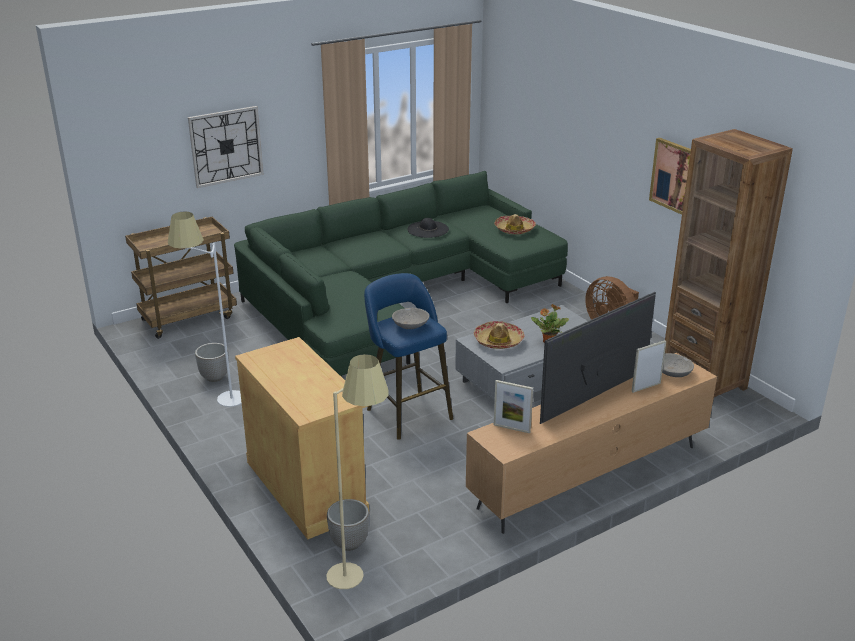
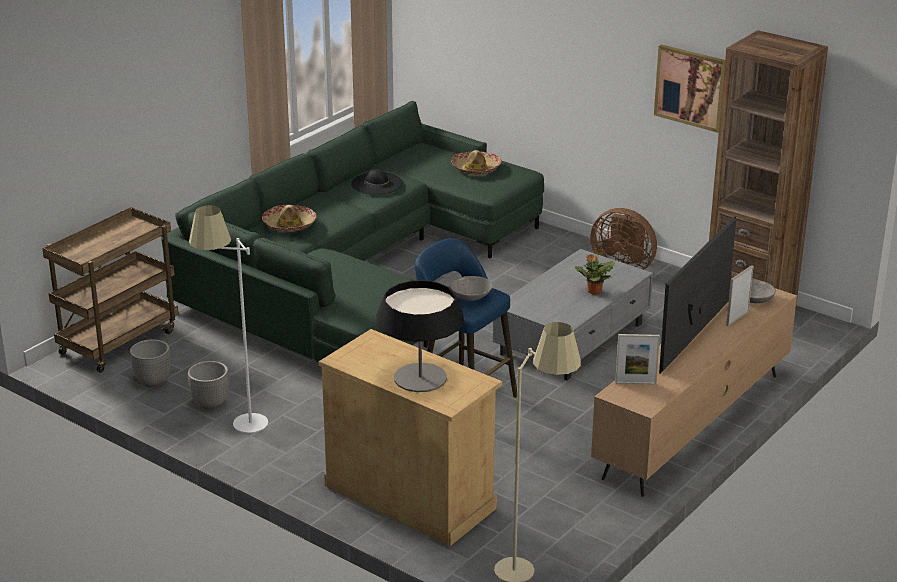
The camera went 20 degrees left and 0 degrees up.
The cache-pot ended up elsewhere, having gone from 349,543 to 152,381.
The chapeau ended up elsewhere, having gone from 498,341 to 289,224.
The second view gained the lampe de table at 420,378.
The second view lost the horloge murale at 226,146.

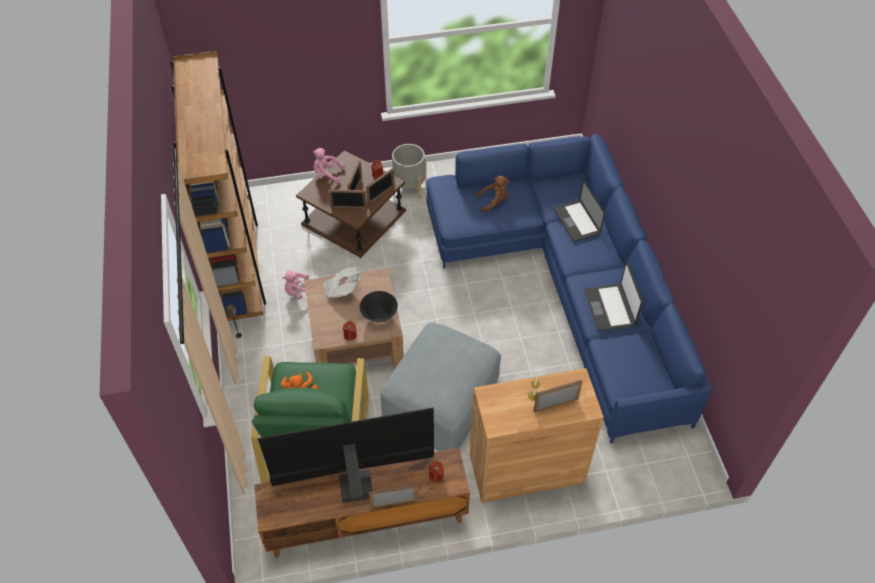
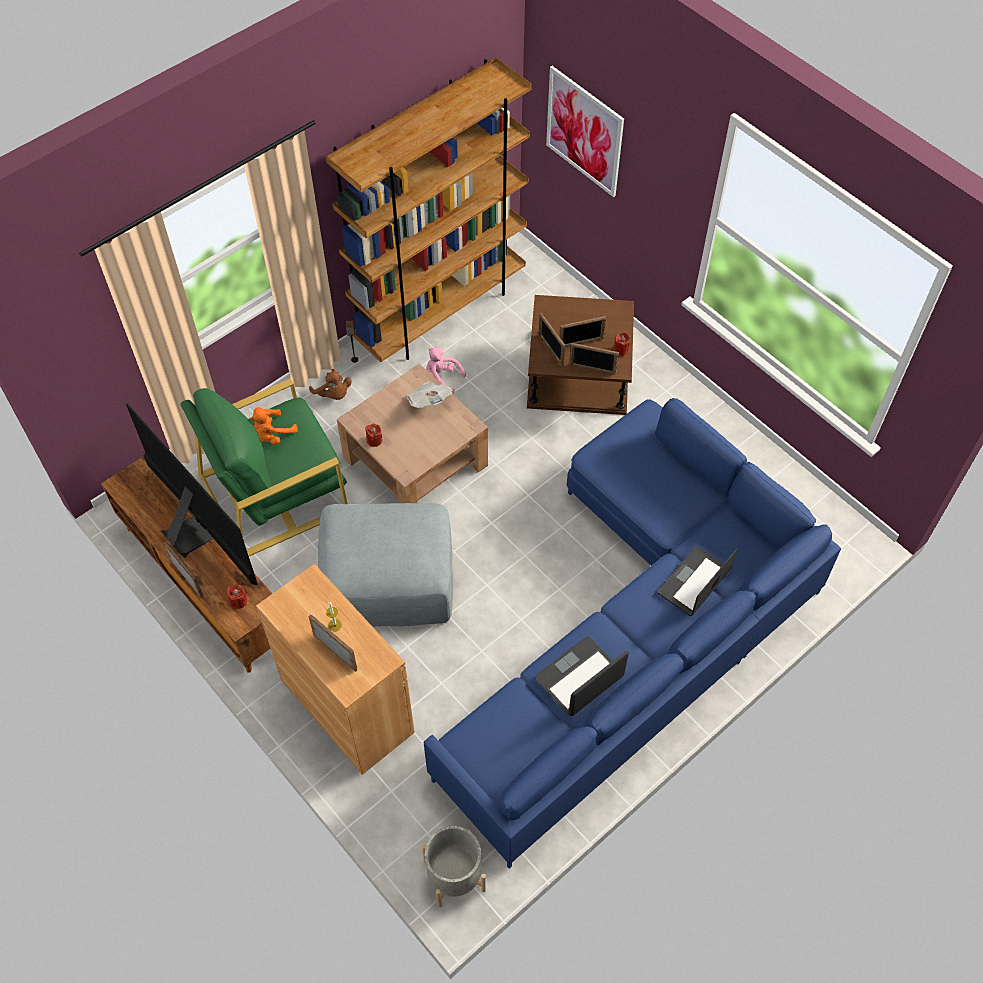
The camera went 60 degrees right and 5 degrees up.
The peluche (marron) ended up elsewhere, having gone from 494,201 to 333,394.
The cache-pot (gris) ended up elsewhere, having gone from 409,186 to 454,875.
The second view gained the tableau at 584,131.
The second view lost the peluche (rose) at 327,174.
The second view lost the bol (noir) at 379,315.

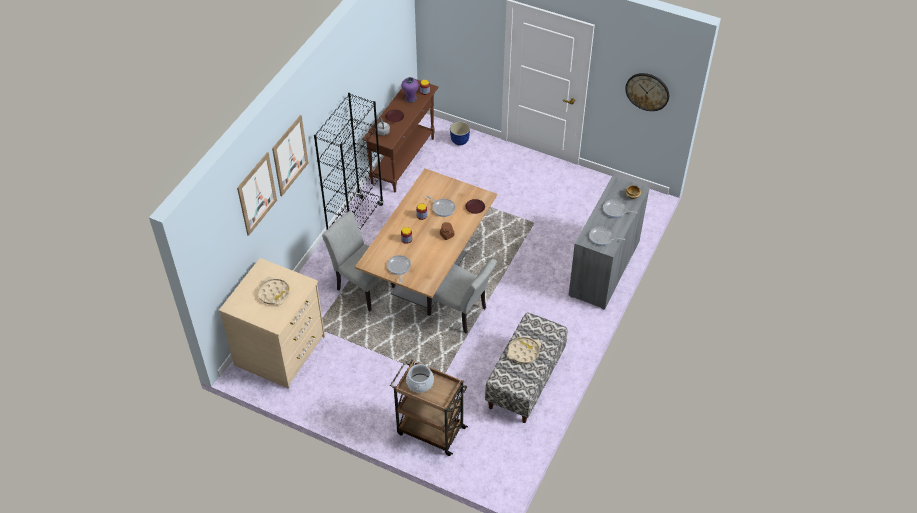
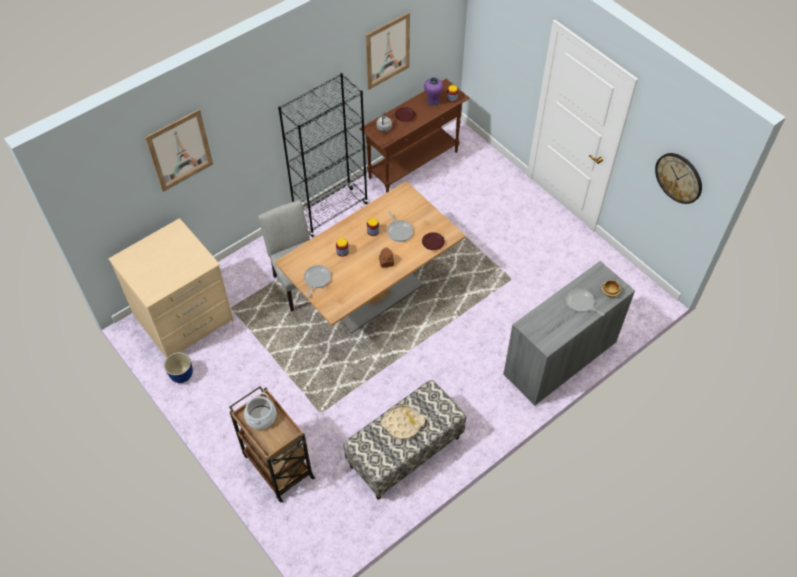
The camera went 25 degrees right and 5 degrees up.
The cache-pot ended up elsewhere, having gone from 460,141 to 182,375.
The tableau ended up elsewhere, having gone from 290,155 to 387,51.
The second view lost the plateau (beige) at 274,293.
The second view lost the chaise (gris) at 461,313.
The second view lost the poêle at 602,238.

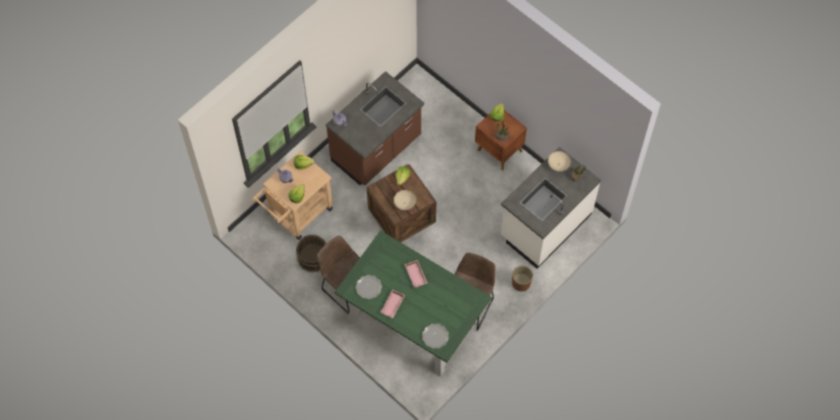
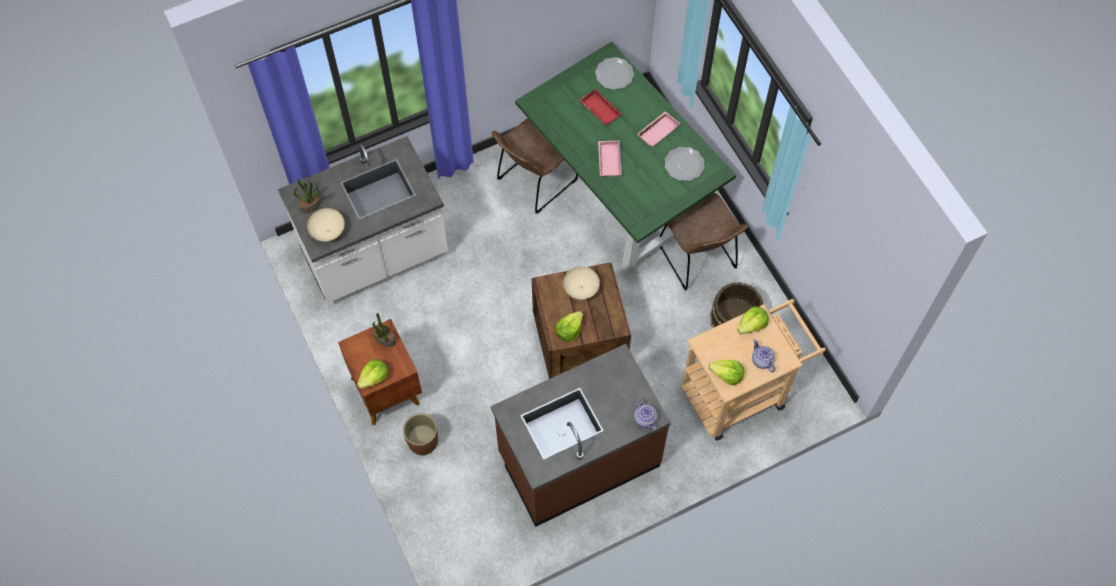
The camera went 160 degrees left and 0 degrees up.
The cache-pot (marron) ended up elsewhere, having gone from 521,283 to 423,441.
The second view gained the plateau (rouge) at 599,110.

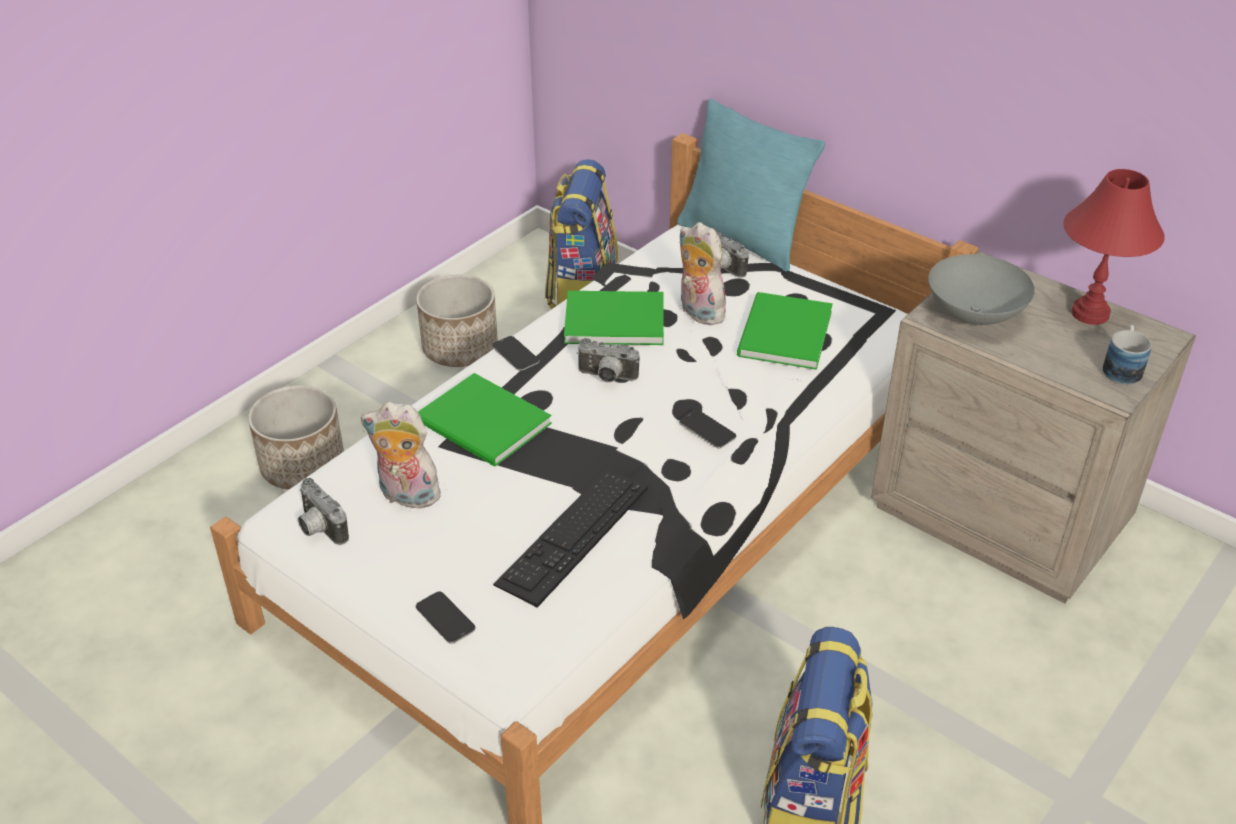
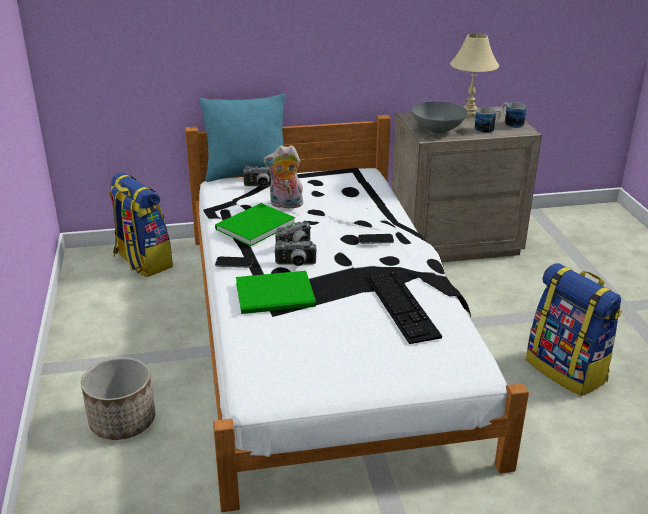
The camera went 50 degrees left and 10 degrees down.
The appareil photo ended up elsewhere, having gone from 319,529 to 295,265.
What was the lampe de table (rouge) at 1091,314 turned into the lampe de table (beige) at 469,114.
The second view gained the mug at 487,129.
The second view lost the peluche at 406,496.
The second view lost the cache-pot at 459,349.
The second view lost the téléphone at 445,618.
The second view lost the livre (vert) at 781,335.

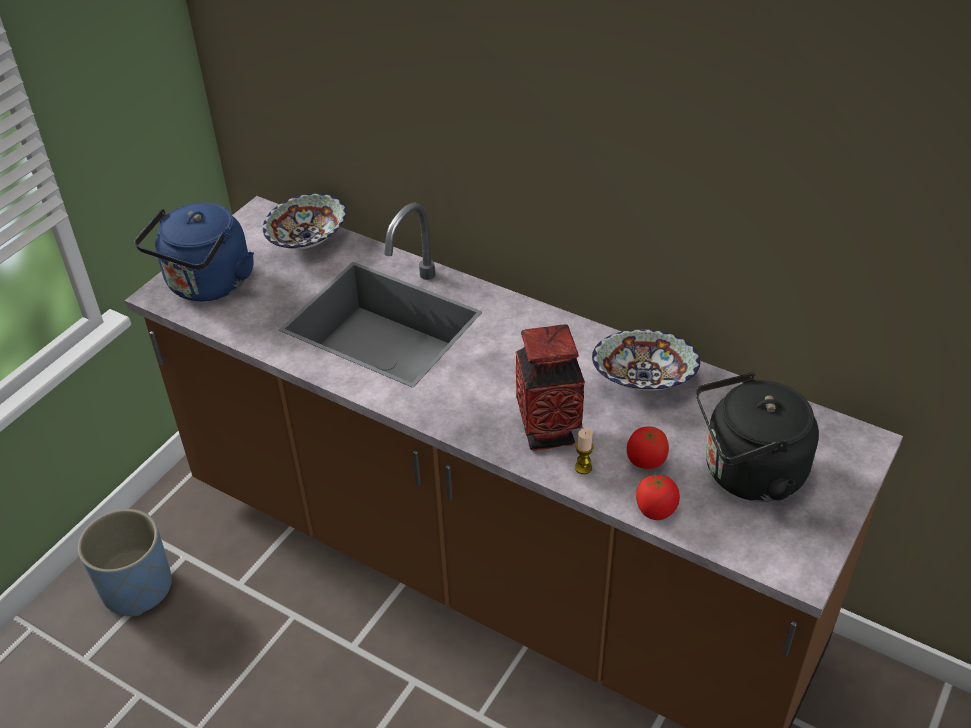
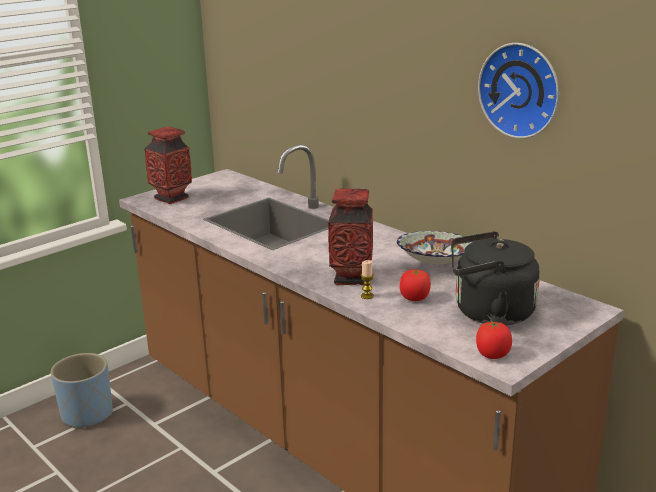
The camera went 15 degrees right and 20 degrees down.
Where the bouilloire (bleu) stood at 207,285, the vase came to stand at 171,198.
The tomate ended up elsewhere, having gone from 656,510 to 493,355.
The second view gained the horloge murale at 521,90.
The second view lost the bol at 307,239.

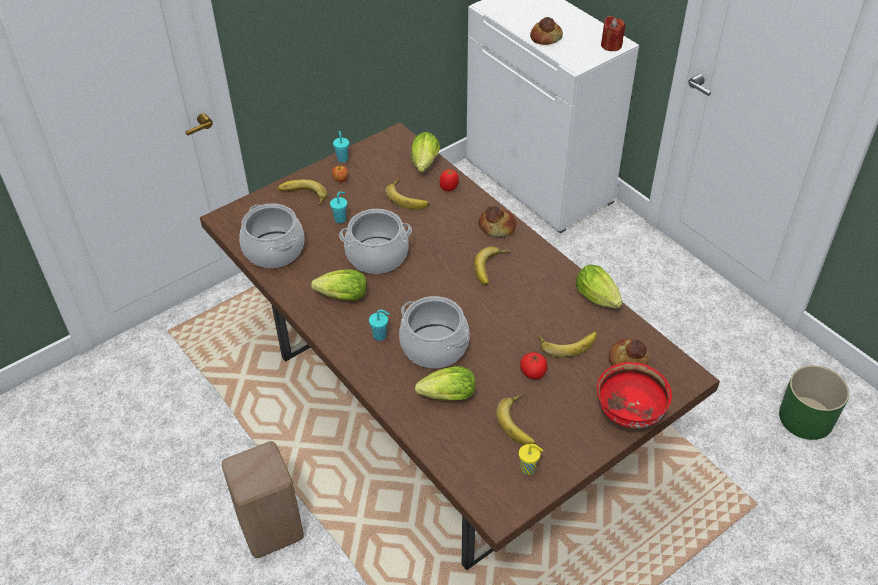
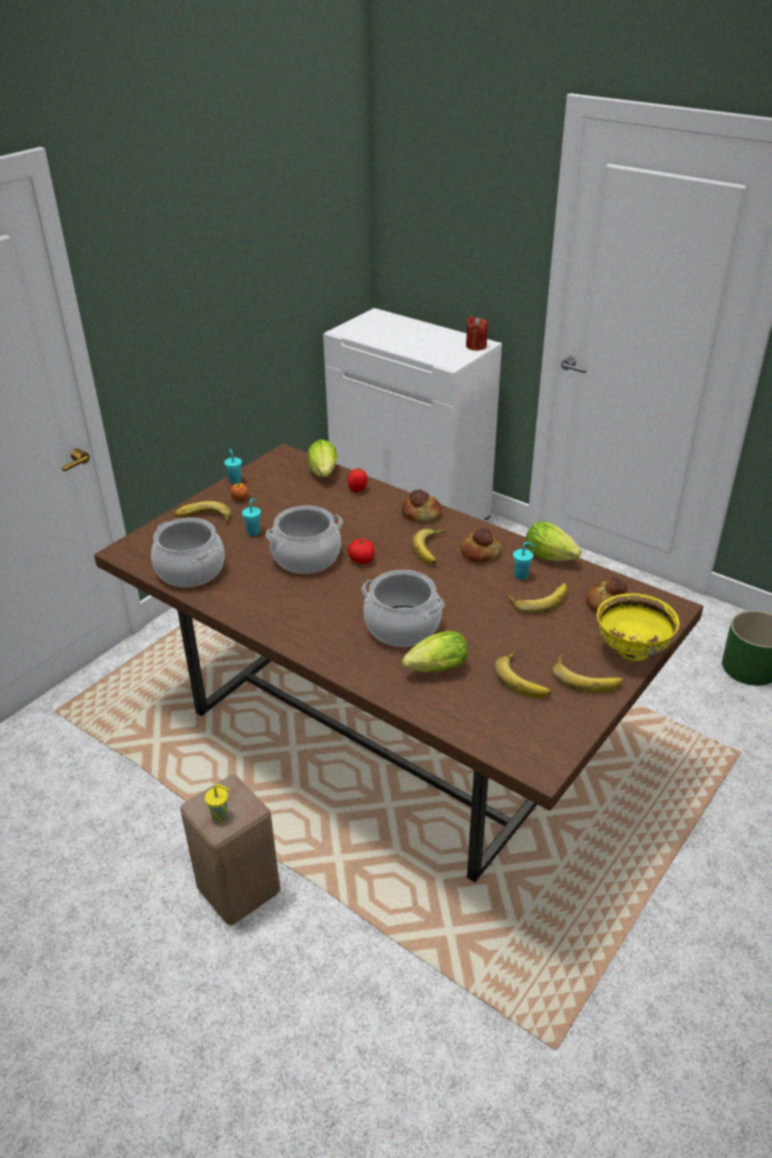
The camera went 15 degrees left and 10 degrees down.
The tasse (jaune) ended up elsewhere, having gone from 529,469 to 221,816.
The tomate ended up elsewhere, having gone from 533,372 to 361,560.
The pain ended up elsewhere, having gone from 545,37 to 480,552.
The tasse (turquoise) ended up elsewhere, having gone from 380,336 to 522,575.
The banane ended up elsewhere, having gone from 408,197 to 586,677.
What was the bol (rouge) at 628,416 turned into the bol (jaune) at 631,652.
The second view lost the laitue at 340,297.

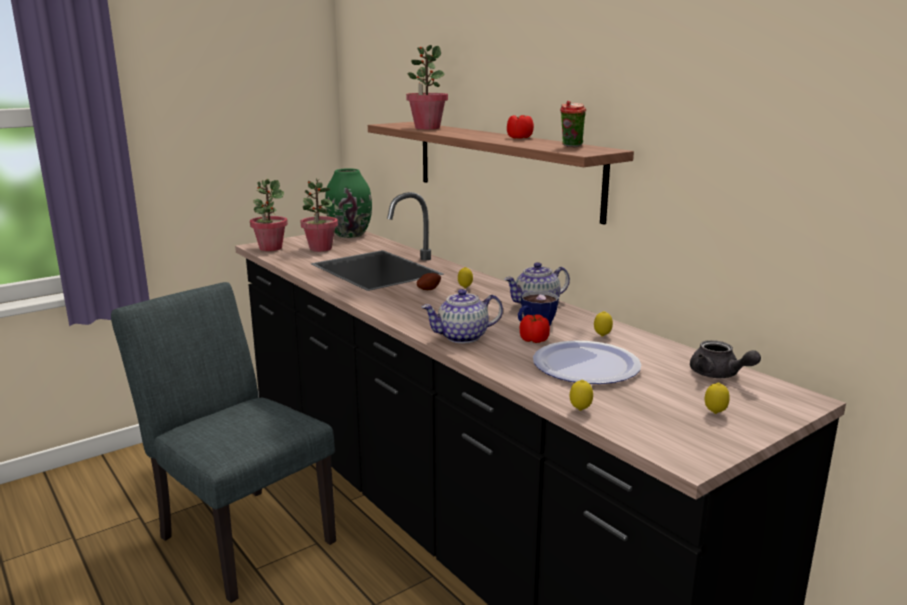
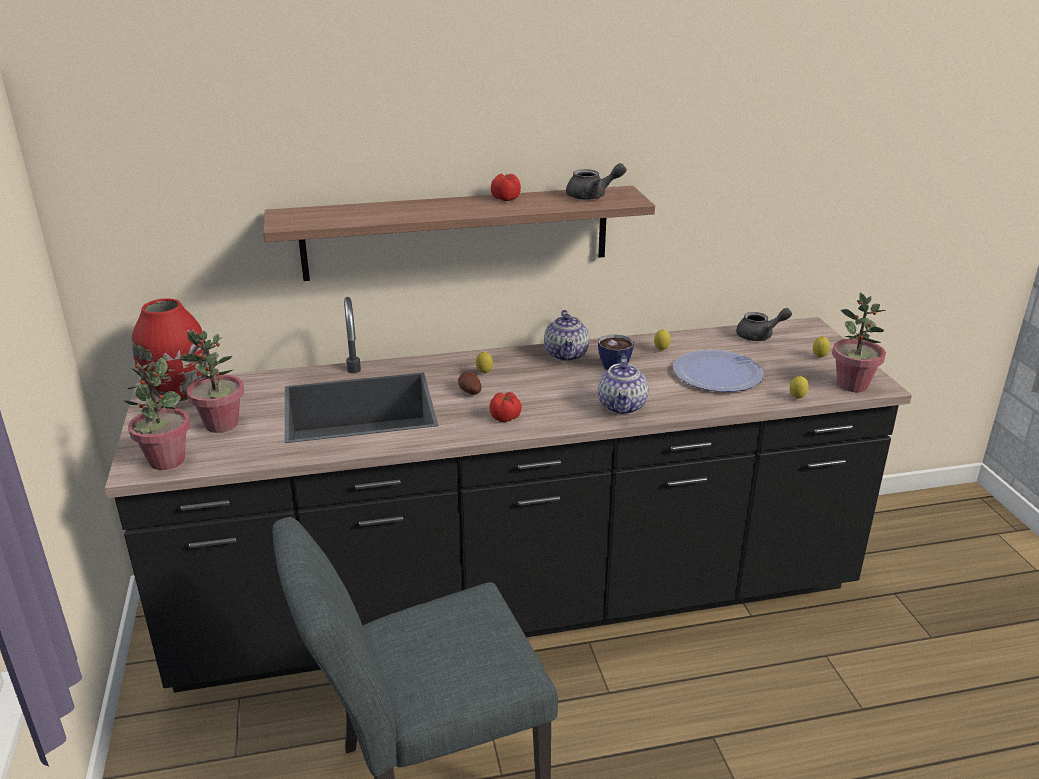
The camera went 65 degrees left and 10 degrees up.
What was the vase (vert) at 350,234 turned into the vase (rouge) at 178,393.
The tomate ended up elsewhere, having gone from 534,341 to 505,418.
Where the tasse stood at 571,147, the théière (gris) came to stand at 592,196.
The plante en pot ended up elsewhere, having gone from 427,128 to 852,385.

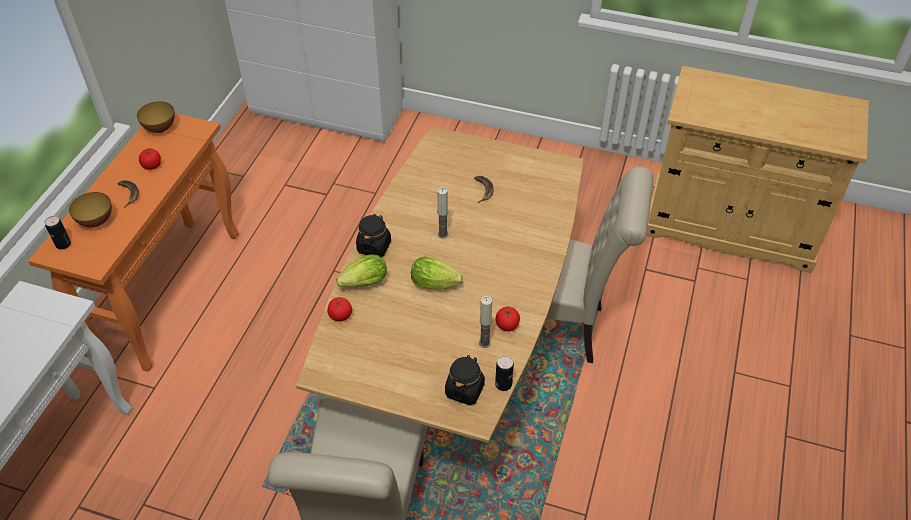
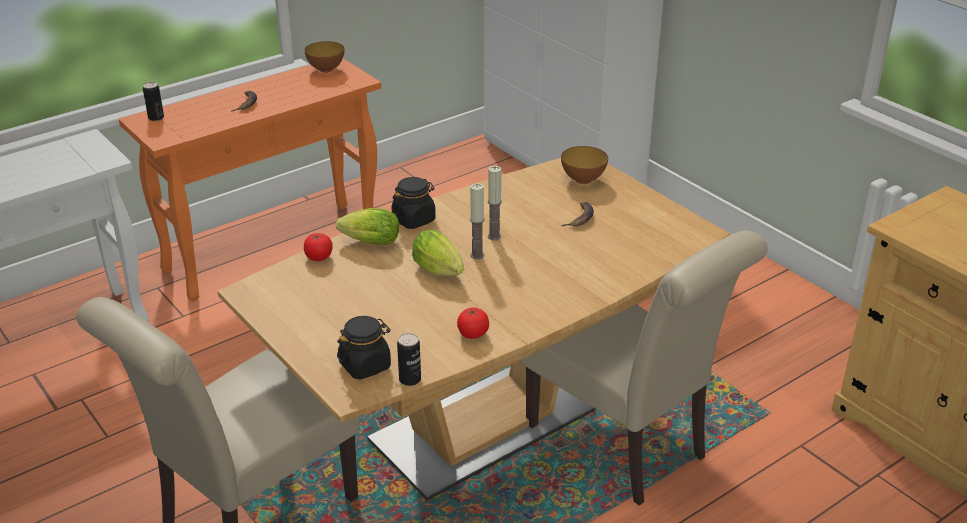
The camera went 35 degrees right and 15 degrees down.
The bougie ended up elsewhere, having gone from 484,343 to 477,255.
The bol ended up elsewhere, having gone from 96,222 to 583,180.
The second view lost the tomate at 152,165.

